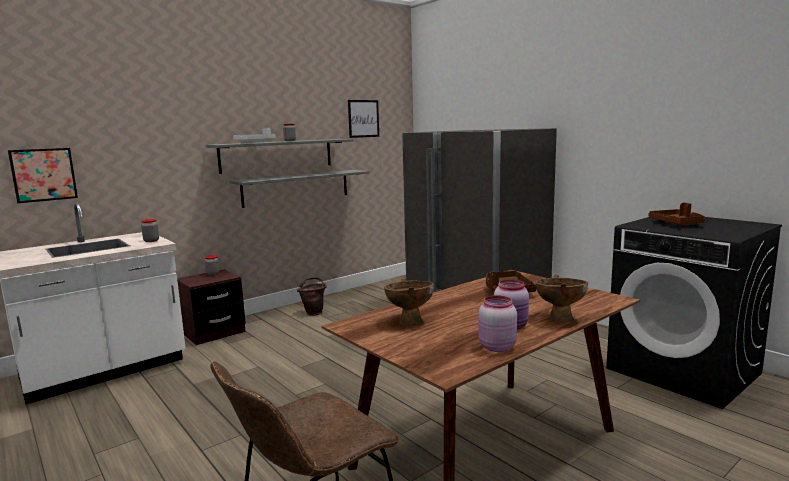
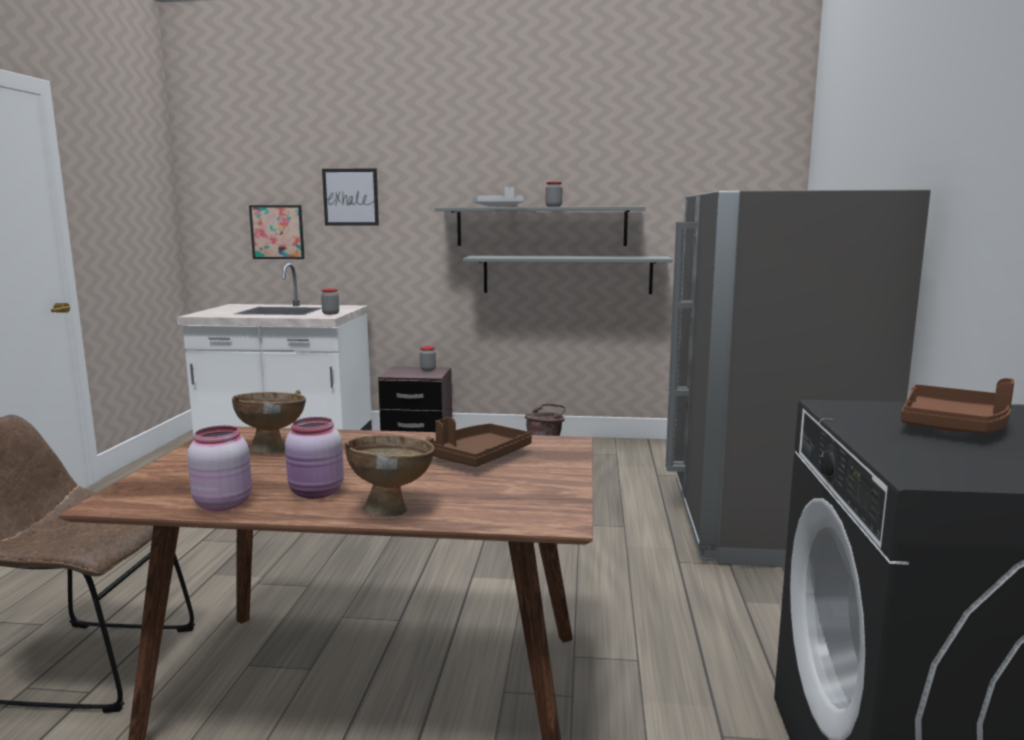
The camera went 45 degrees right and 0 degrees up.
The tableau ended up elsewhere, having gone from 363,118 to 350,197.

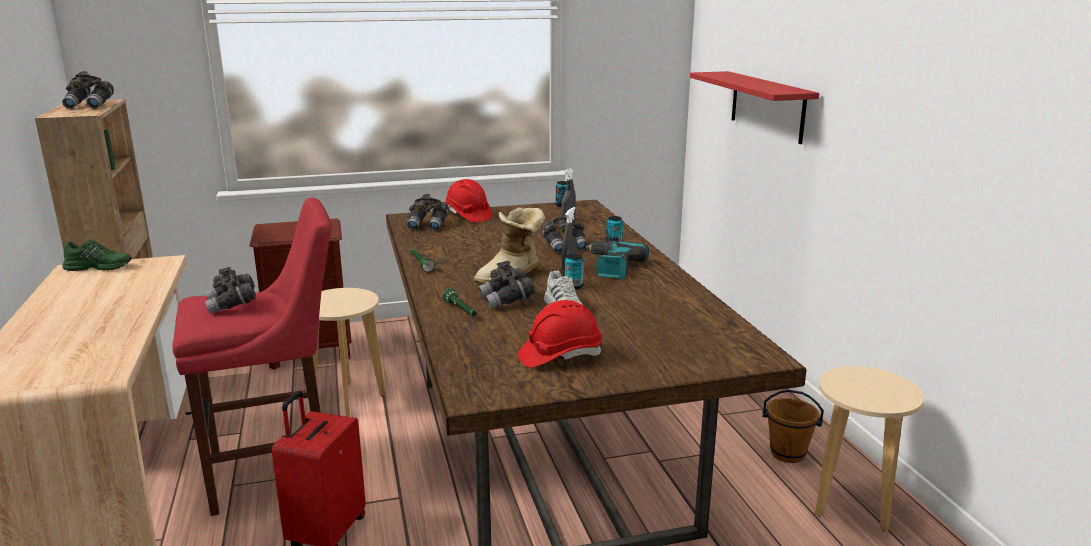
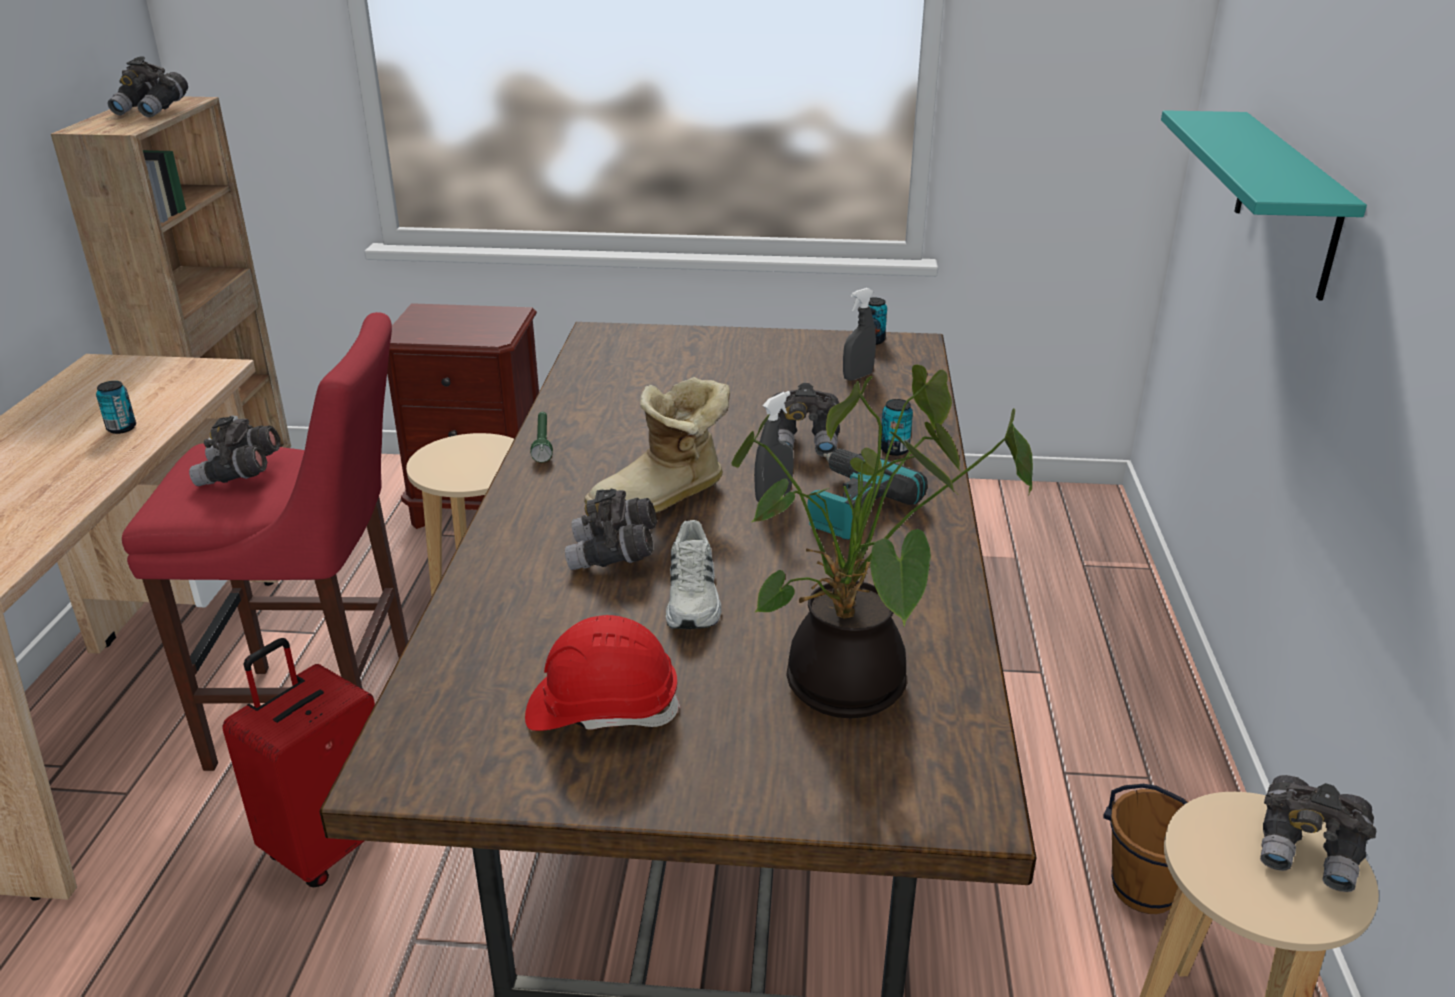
The camera went 20 degrees right and 10 degrees up.
The boîte métallique ended up elsewhere, having gone from 573,286 to 121,428.
The second view gained the plante en pot at 851,692.
What was the étagère (rouge) at 767,106 turned into the étagère (turquoise) at 1287,202.
The jumelles (gris) ended up elsewhere, having gone from 428,225 to 1309,851.
The second view lost the chaussure (vert) at 99,267.
The second view lost the lampe de poche (vert) at 461,310.
The second view lost the casque de chantier (rouge) at 468,215.

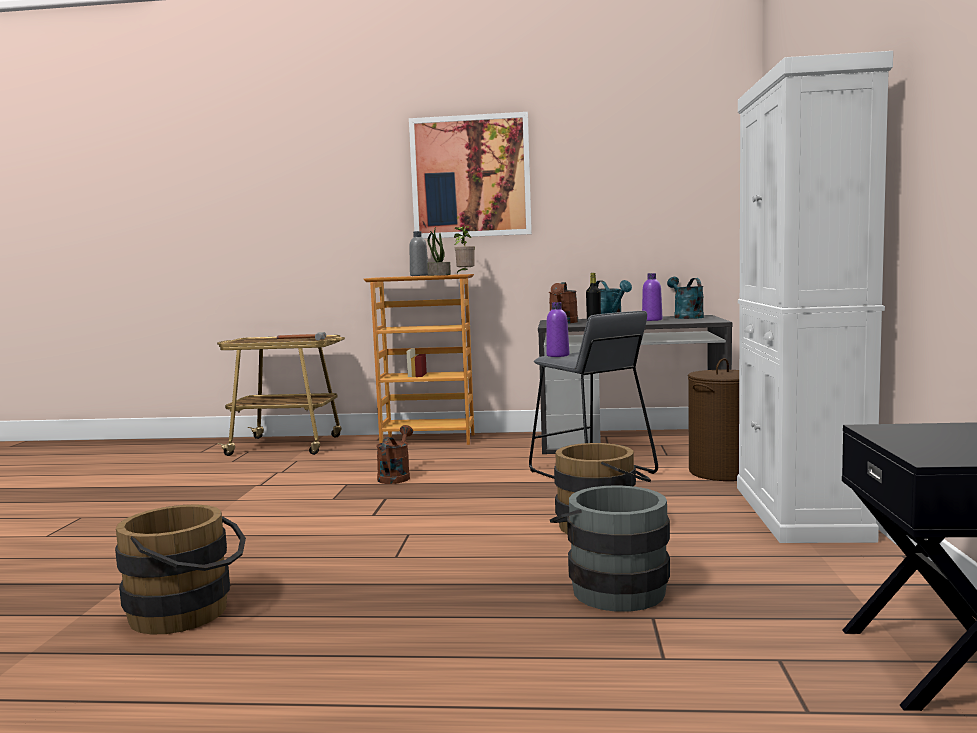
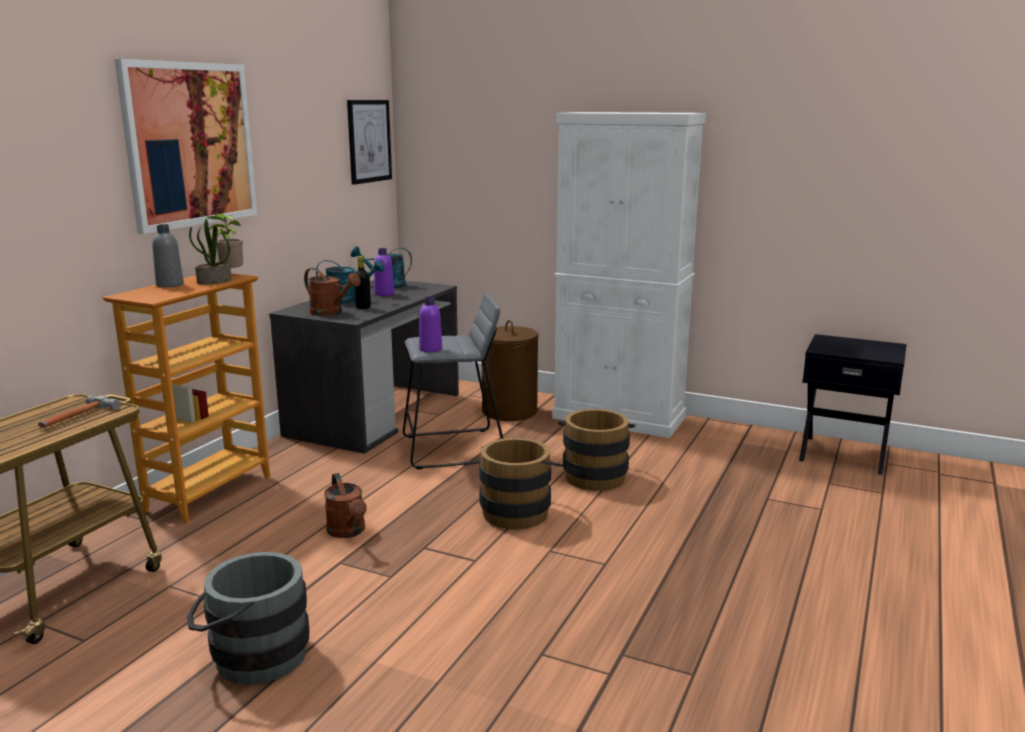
The camera went 70 degrees left and 10 degrees up.
The seau (gris) ended up elsewhere, having gone from 612,588 to 252,656.
The arrosoir (marron) at 395,477 ended up facing another way, 150 degrees counterclockwise from before.
The second view gained the tableau at 369,141.
The seau (marron) ended up elsewhere, having gone from 188,613 to 518,510.

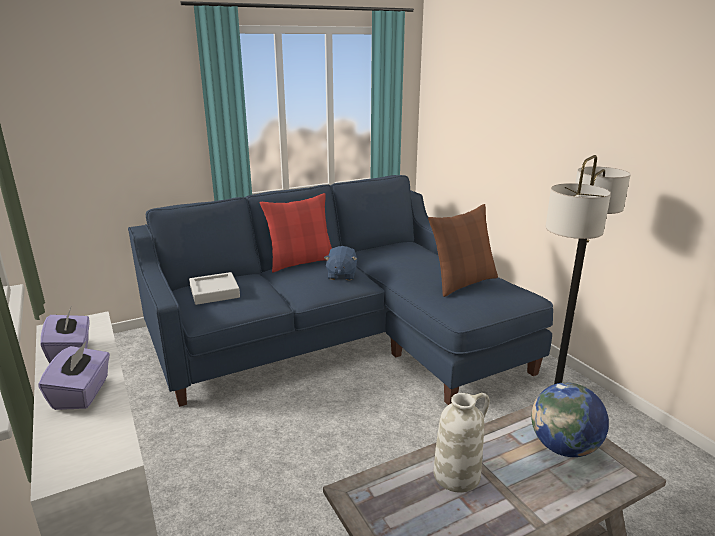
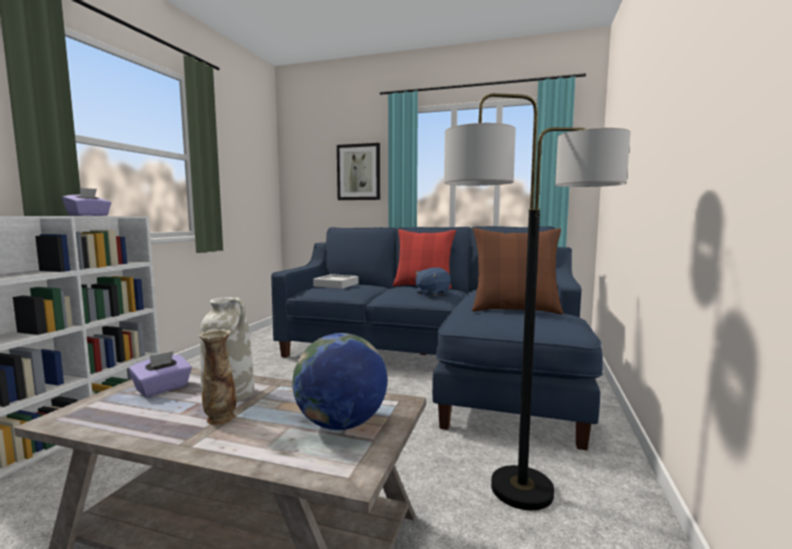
The camera went 45 degrees right and 15 degrees down.
The boîte à mouchoirs (violet) ended up elsewhere, having gone from 82,393 to 163,388.
The second view gained the vase at 220,419.
The second view gained the tableau at 359,172.

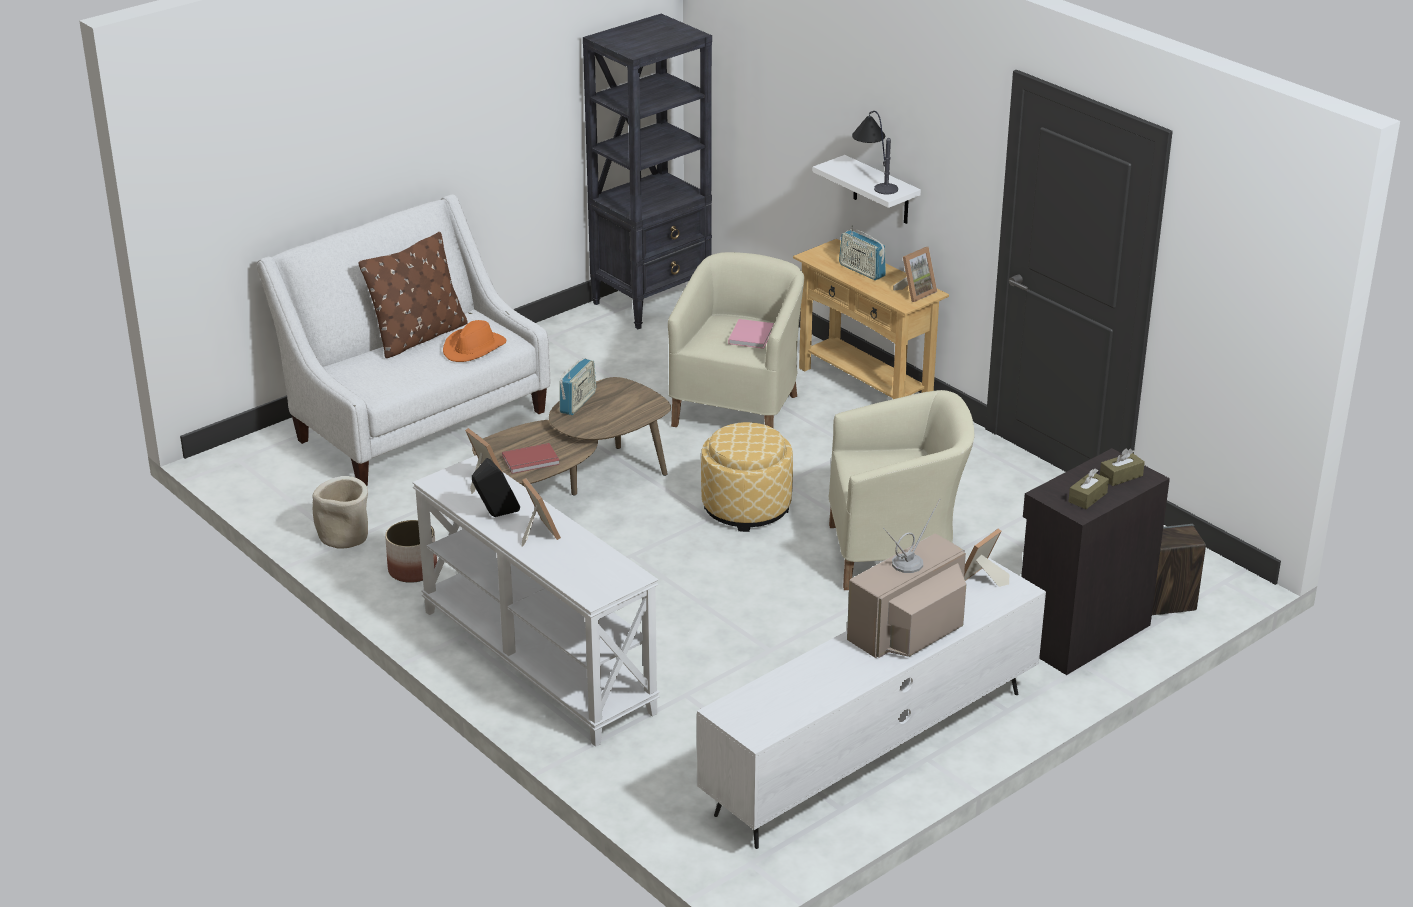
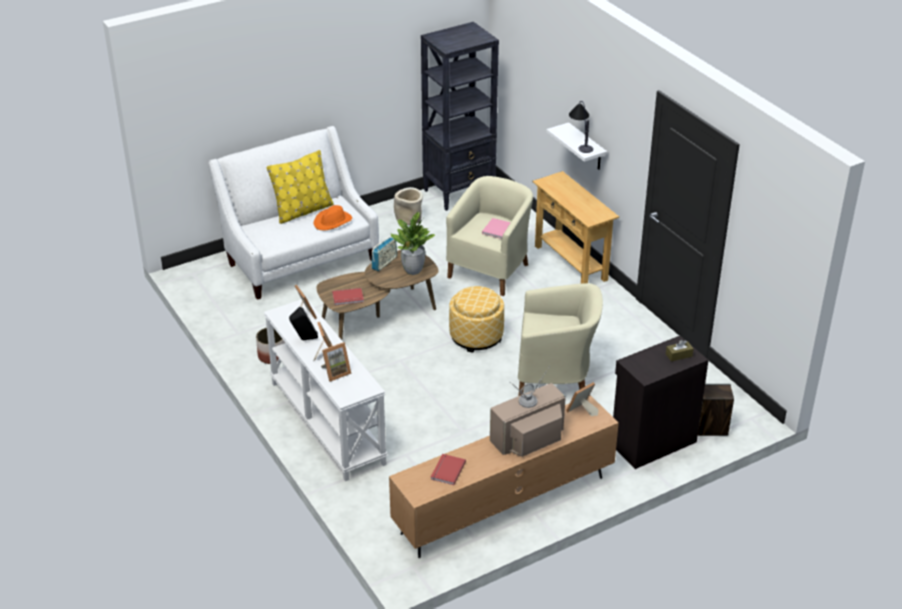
The camera went 10 degrees right and 5 degrees up.
What was the coussin (marron) at 418,337 turned into the coussin (jaune) at 302,211.
The cadre photo ended up elsewhere, having gone from 915,293 to 336,372.
What was the meuble télé (blanc) at 871,751 turned into the meuble télé (marron) at 504,504.
The second view gained the plante en pot at 413,270.
The cache-pot (beige) ended up elsewhere, having gone from 344,537 to 409,219.
The second view gained the livre (rouge) at 447,470.
The second view lost the radio at 862,270.
The second view lost the boîte à mouchoirs (marron) at 1087,497.

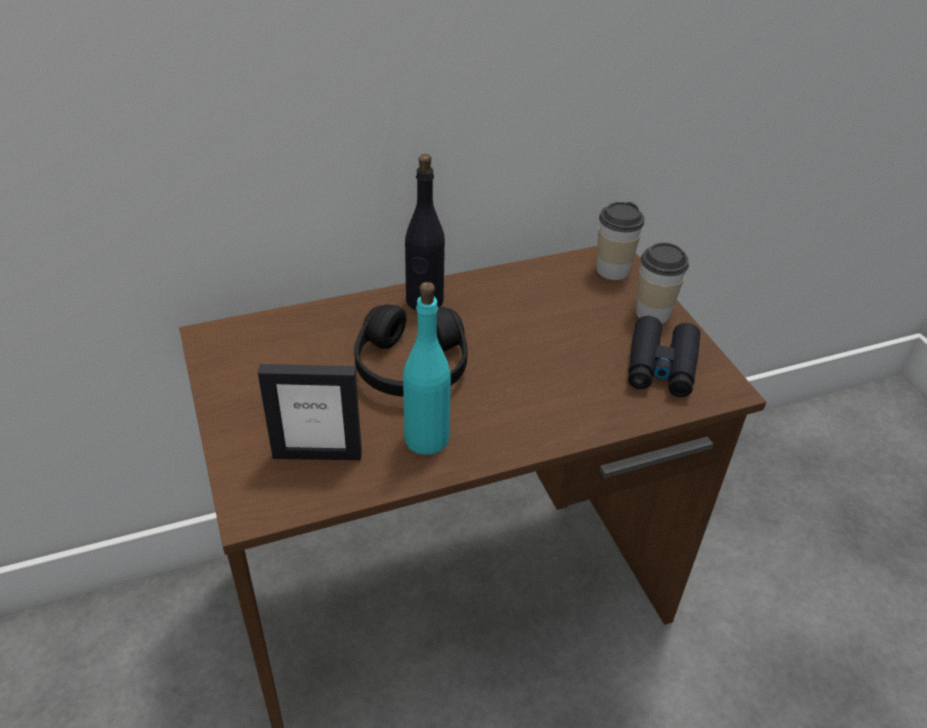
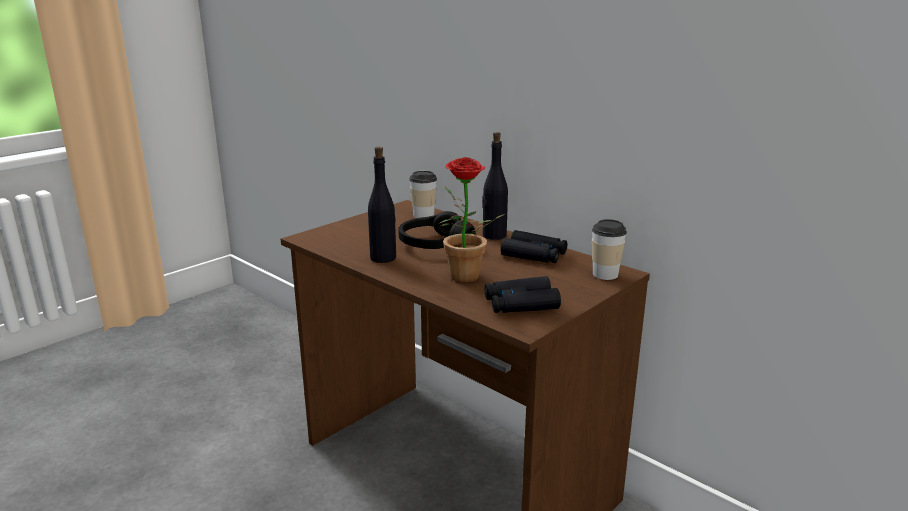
The camera went 65 degrees right and 20 degrees down.
What was the bouteille (turquoise) at 426,438 turned into the bouteille (noir) at 383,258.
The tasse ended up elsewhere, having gone from 652,313 to 423,215.
The second view gained the plante en pot at 465,279.
The second view gained the jumelles (noir) at 534,255.
The second view lost the cadre photo at 317,454.

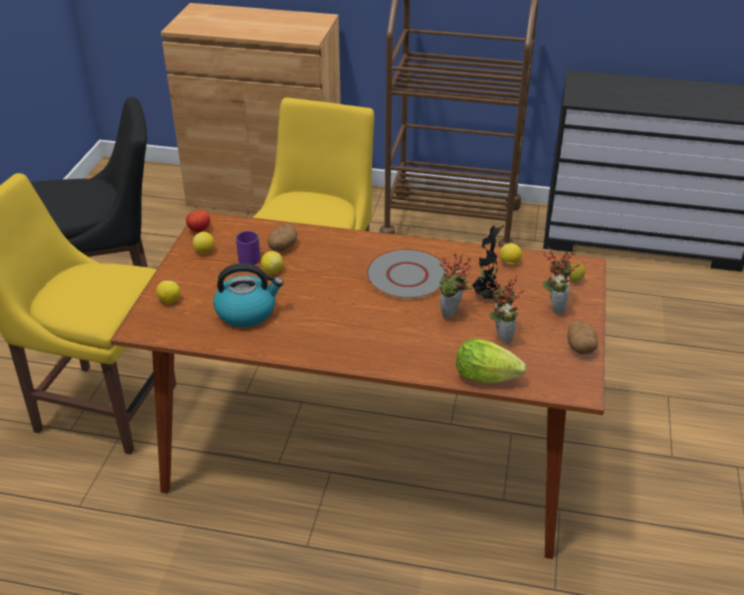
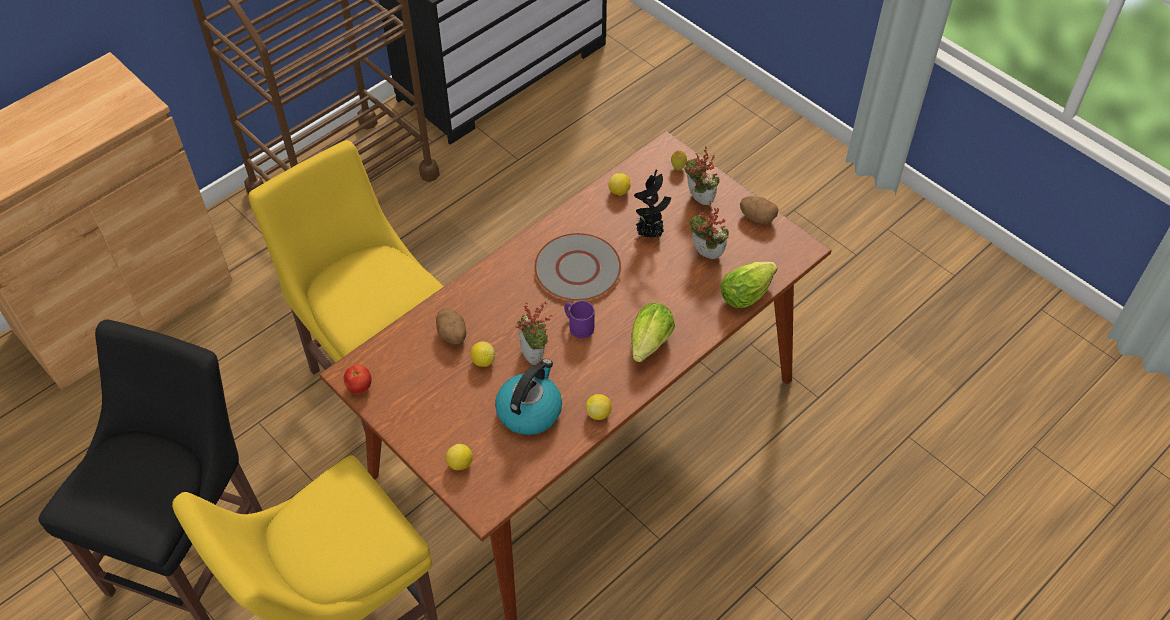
The camera went 55 degrees left and 15 degrees up.
The plante en pot ended up elsewhere, having gone from 452,314 to 535,355.
The mug (violet) ended up elsewhere, having gone from 250,256 to 577,325.
The citron ended up elsewhere, having gone from 205,251 to 598,413.
The second view gained the laitue at 648,346.

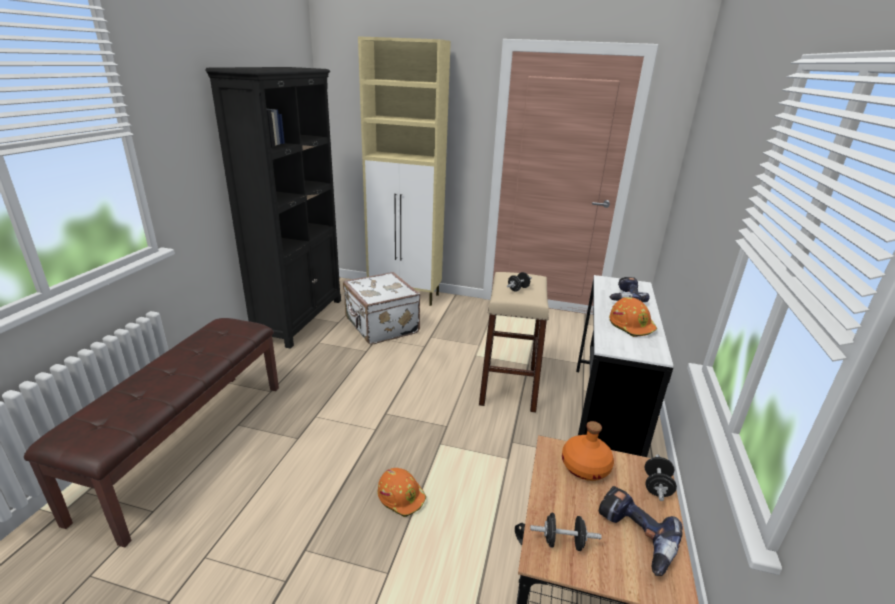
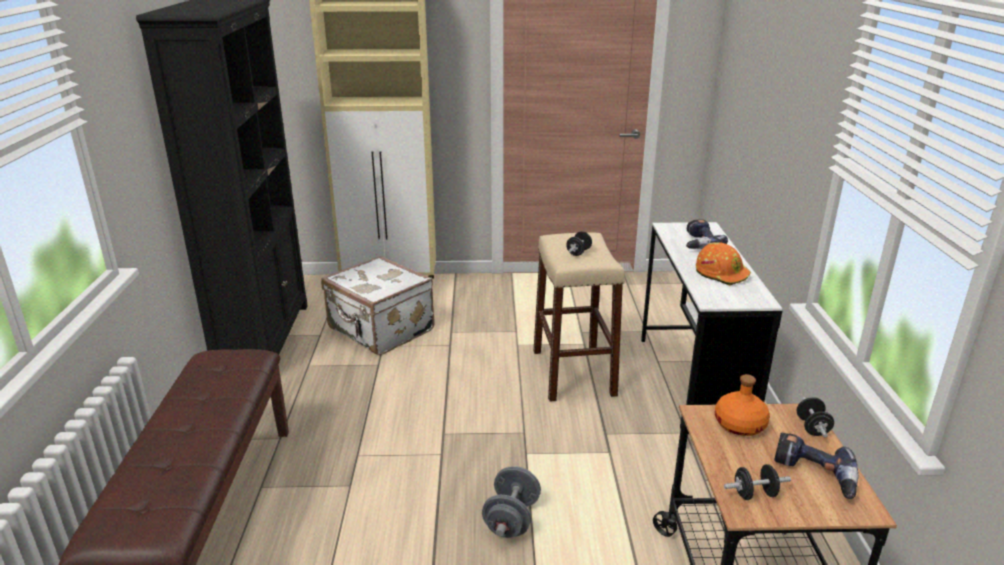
The camera went 15 degrees left and 0 degrees up.
Where the casque de chantier (orange) stood at 401,496, the haltère (gris) came to stand at 511,519.

